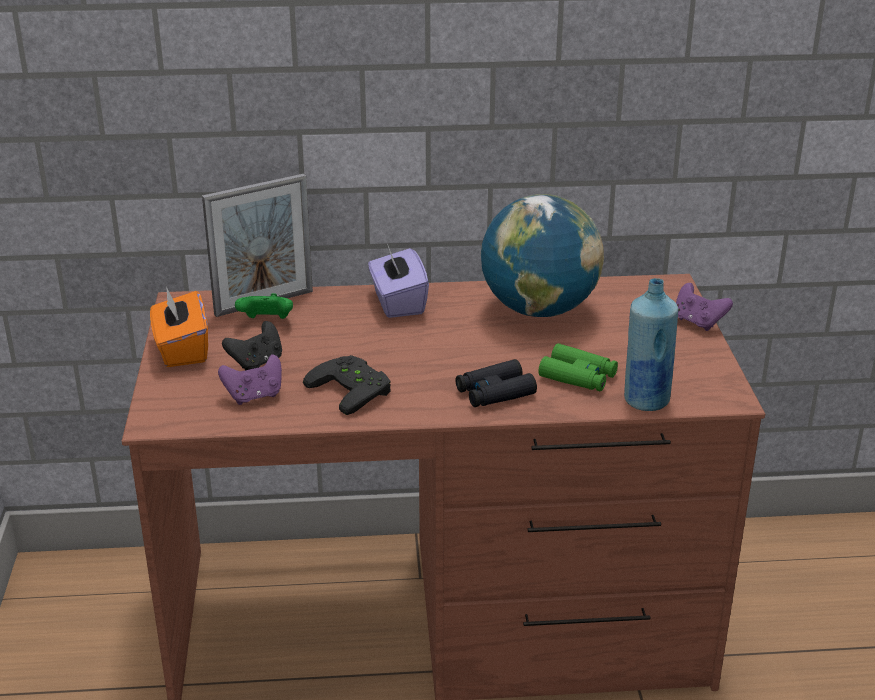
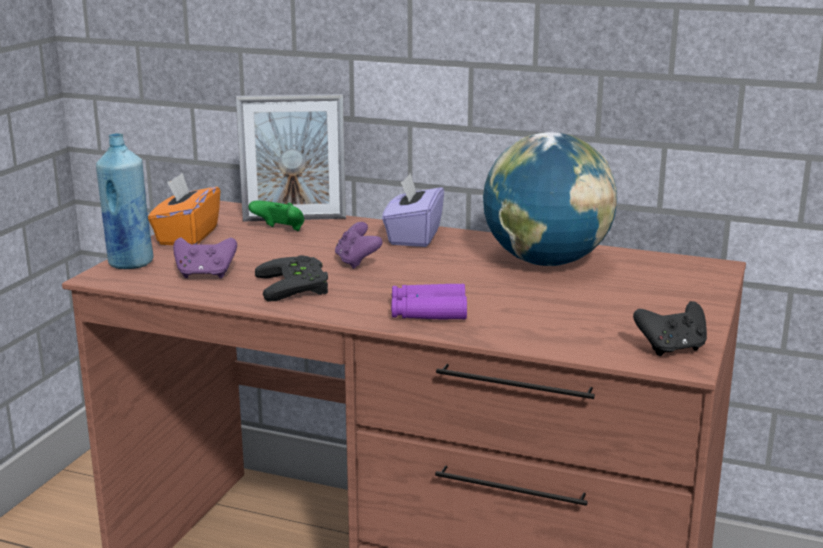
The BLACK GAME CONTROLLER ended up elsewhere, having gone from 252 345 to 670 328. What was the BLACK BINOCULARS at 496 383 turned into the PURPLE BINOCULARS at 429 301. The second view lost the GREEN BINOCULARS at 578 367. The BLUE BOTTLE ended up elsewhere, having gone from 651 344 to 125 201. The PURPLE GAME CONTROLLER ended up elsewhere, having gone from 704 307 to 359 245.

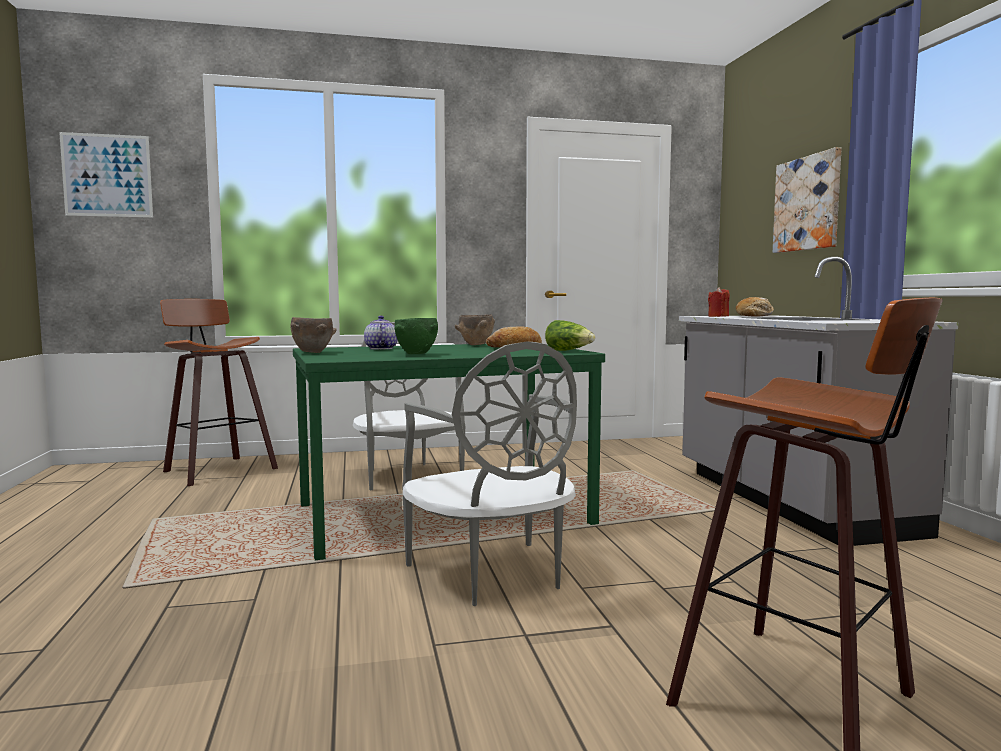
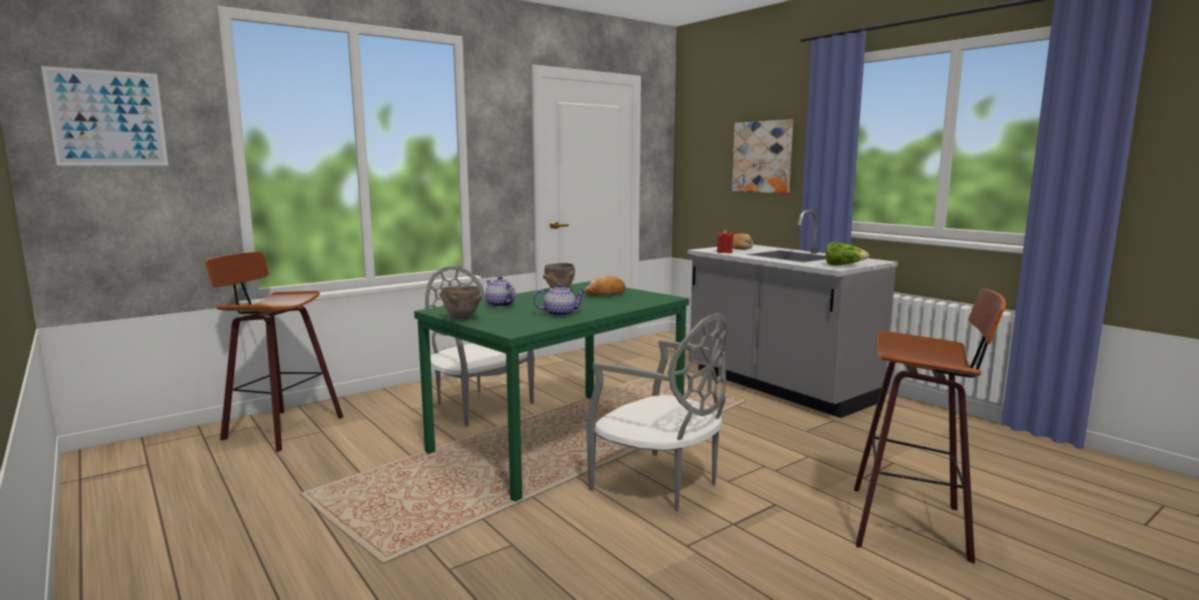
Where the GREEN BOWL stood at 416 336, the TEAPOT came to stand at 559 300. The LETTUCE ended up elsewhere, having gone from 570 335 to 847 253.

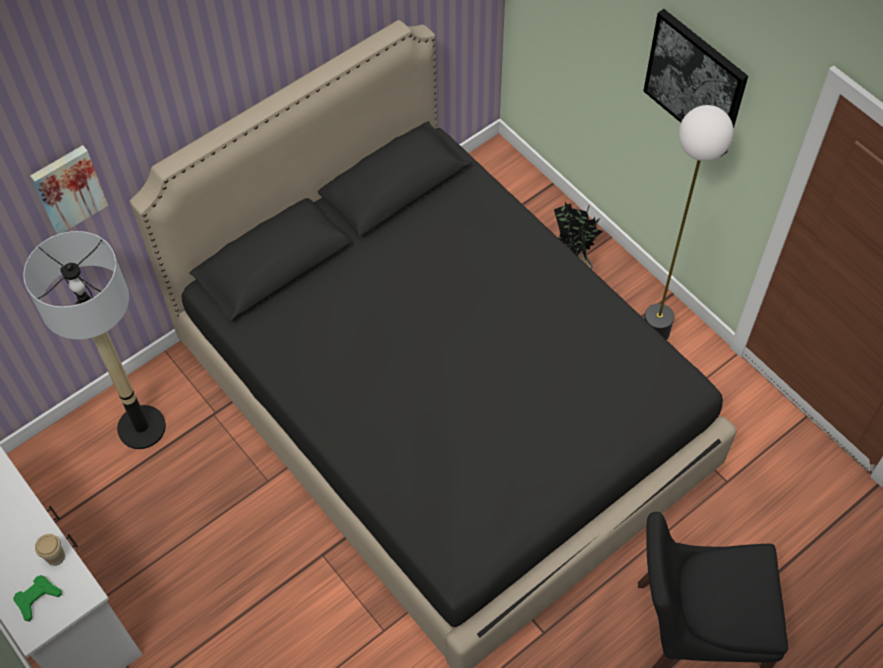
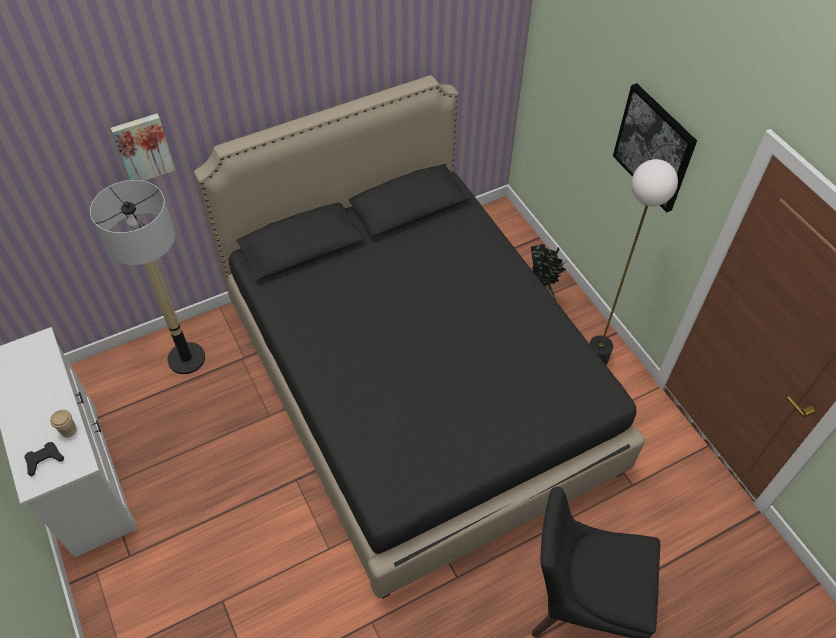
What was the GREEN GAME CONTROLLER at 37 598 turned into the BLACK GAME CONTROLLER at 44 459.

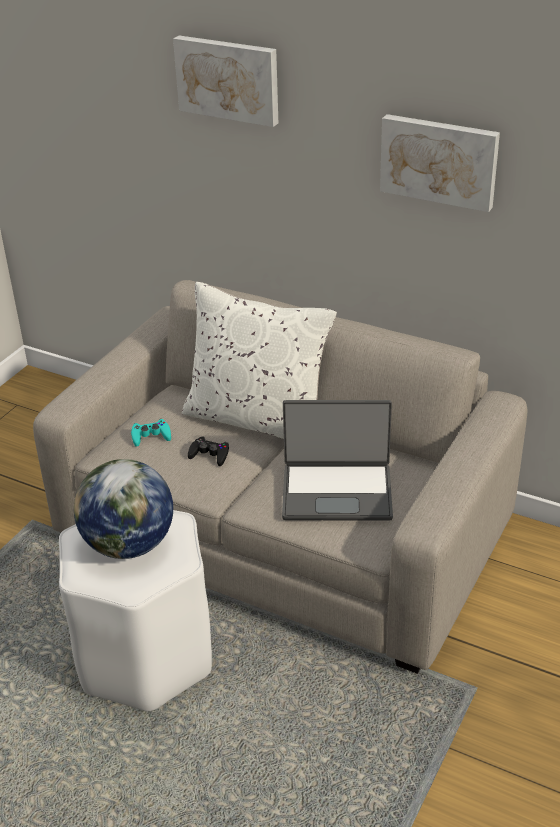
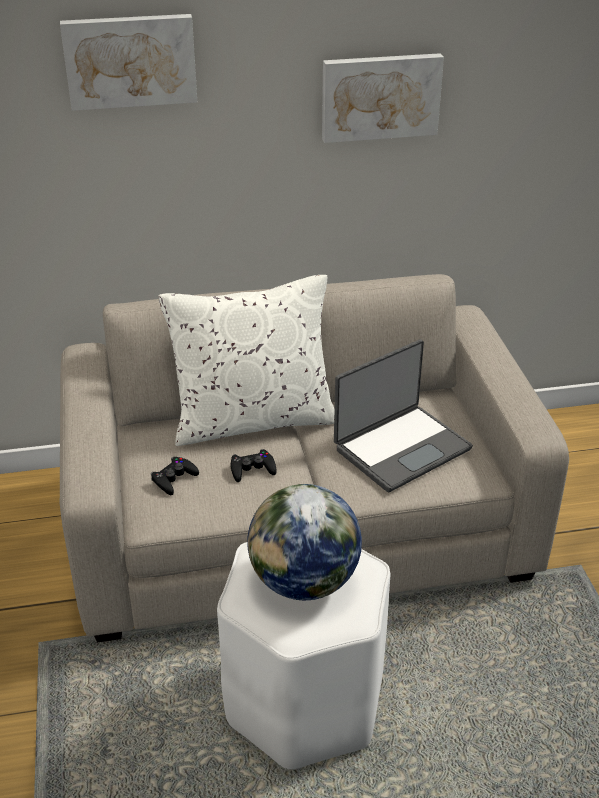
What was the TURQUOISE GAME CONTROLLER at 151 433 turned into the BLACK GAME CONTROLLER at 175 476.

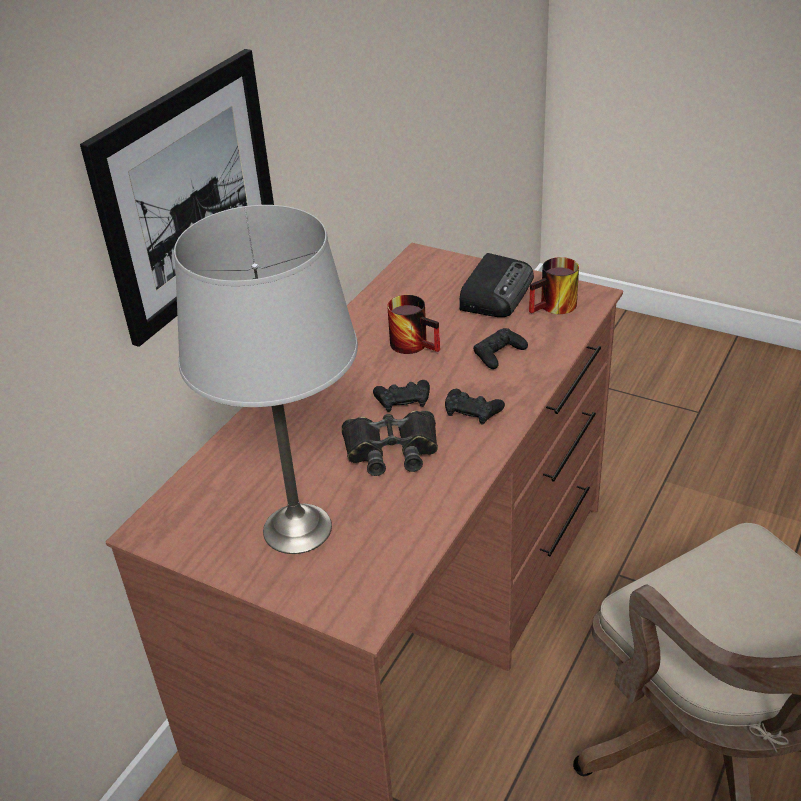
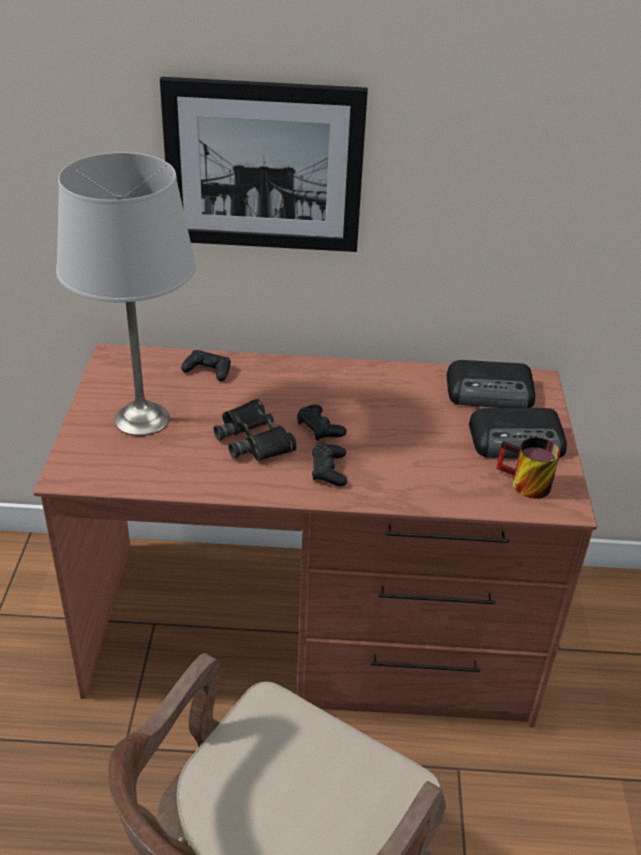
The second view lost the MUG at 413 324. The BLACK GAME CONTROLLER ended up elsewhere, having gone from 500 348 to 206 365. The second view gained the RADIO at 490 384.

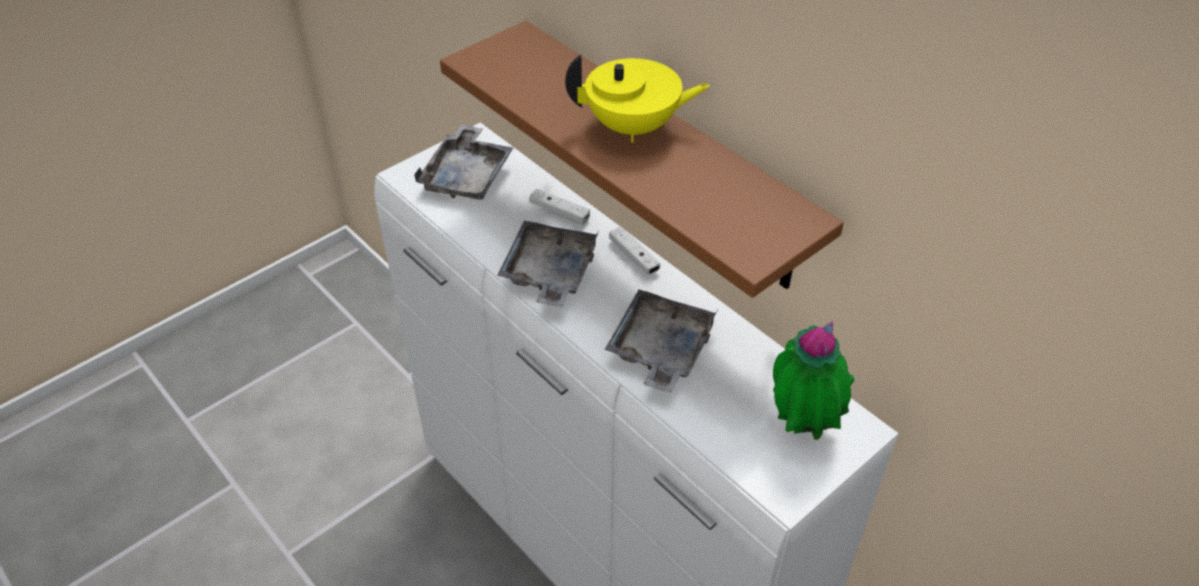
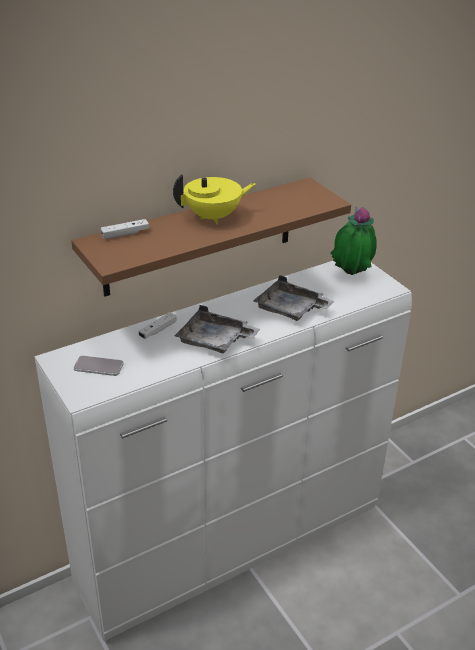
Where the GREY TRAY stood at 463 162, the PHONE came to stand at 98 365. The YELLOW TEAPOT at 637 98 ended up facing another way, 60 degrees clockwise from before. The WHITE GAME CONTROLLER ended up elsewhere, having gone from 634 251 to 124 229.

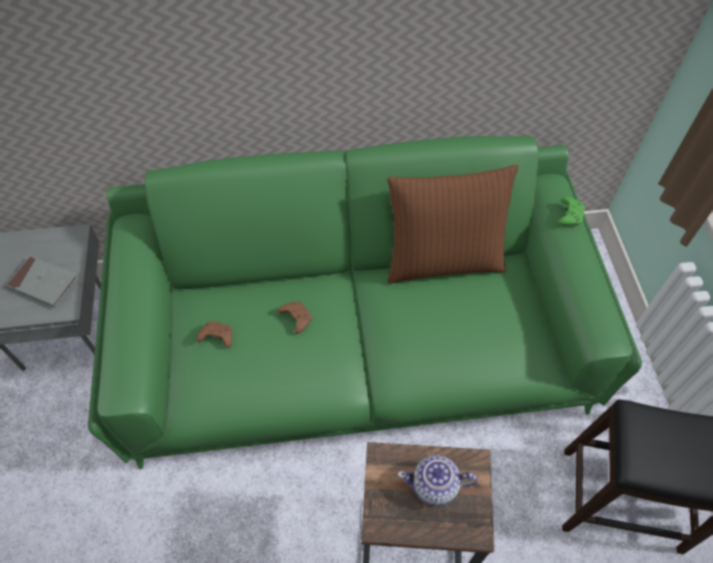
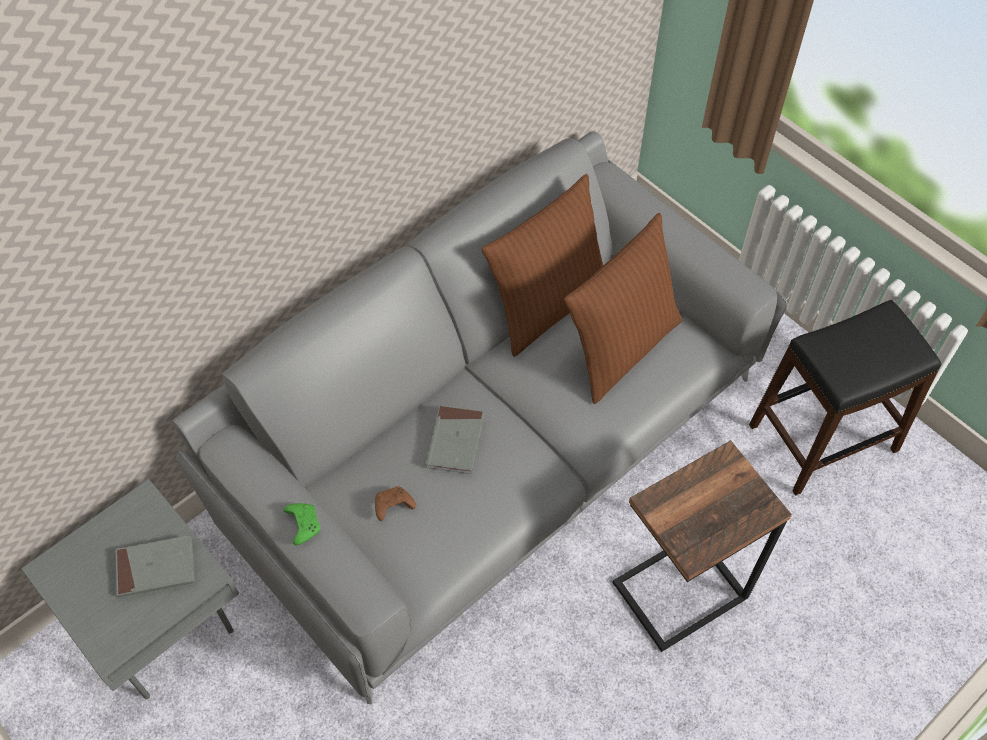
What was the GREEN SOFA at 365 302 turned into the GREY SOFA at 480 417. Where the BROWN GAME CONTROLLER stood at 295 318, the GREY BOOK came to stand at 455 439. The second view lost the TEAPOT at 437 480. The GREEN GAME CONTROLLER ended up elsewhere, having gone from 571 211 to 302 524. The second view gained the BROWN PILLOW at 623 308.

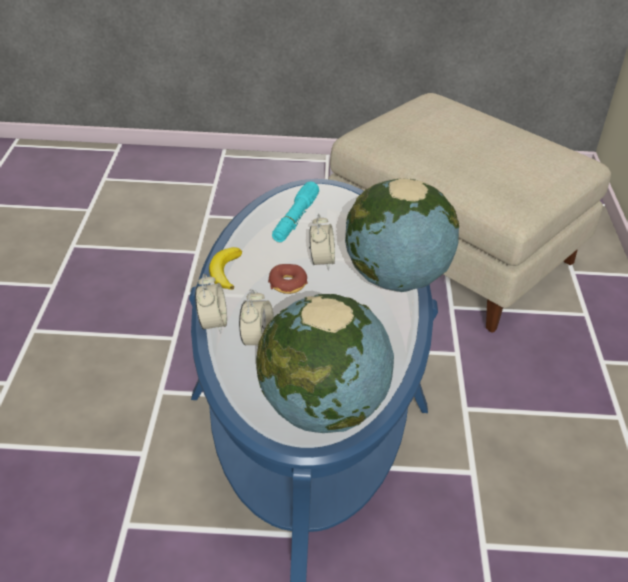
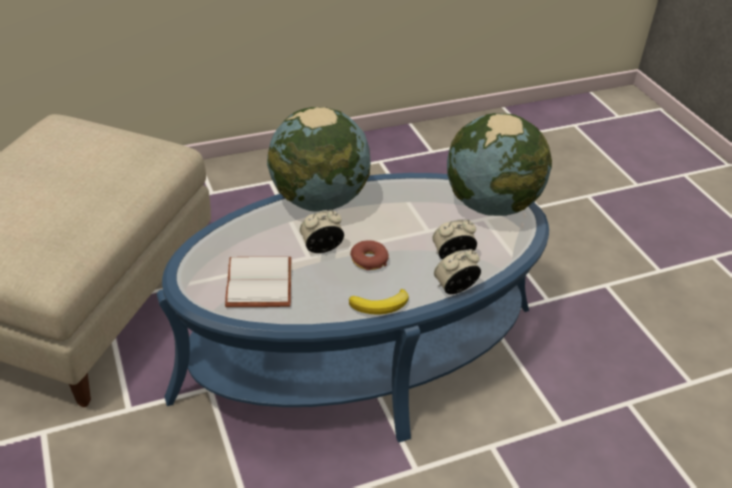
Where the TURQUOISE FLASHLIGHT stood at 295 211, the WHITE BOOK came to stand at 258 282.

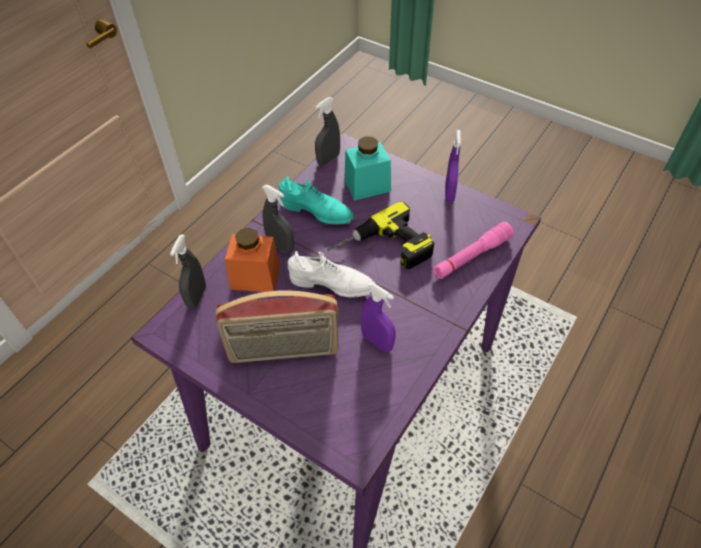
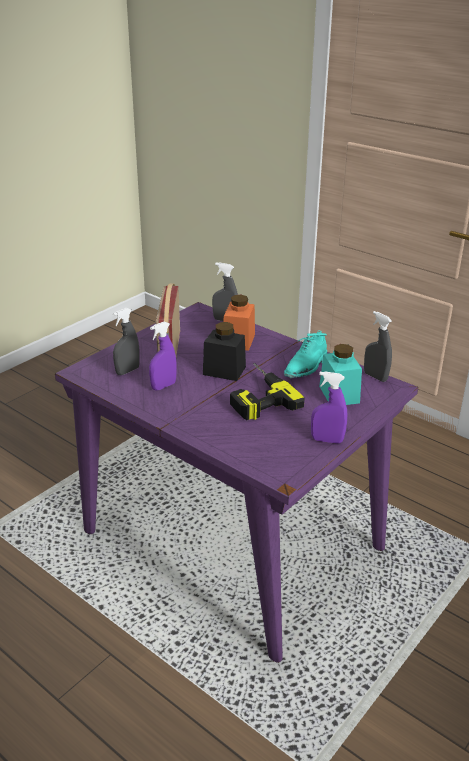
The GREY SPRAY BOTTLE ended up elsewhere, having gone from 278 219 to 126 341. Where the WHITE SHOE stood at 331 274, the BLACK JAR came to stand at 224 351. The second view lost the PINK FLASHLIGHT at 473 250.

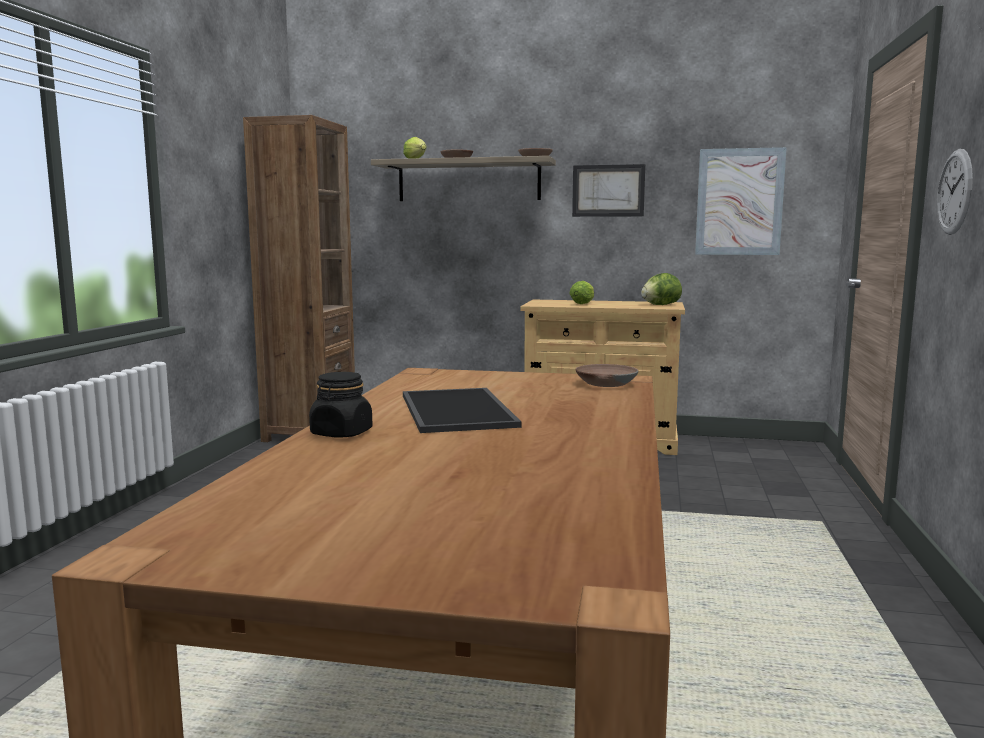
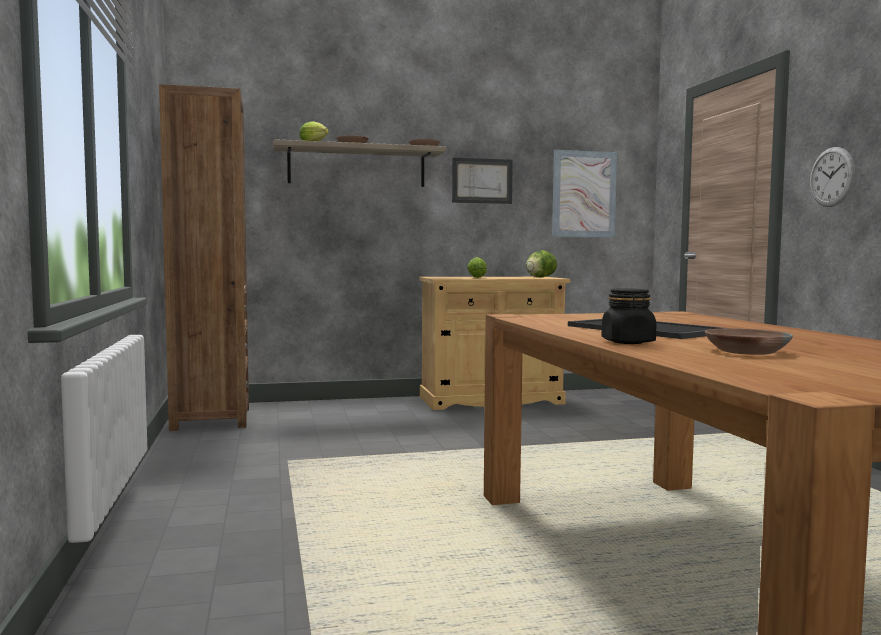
The BROWN BOWL ended up elsewhere, having gone from 607 375 to 749 341.

